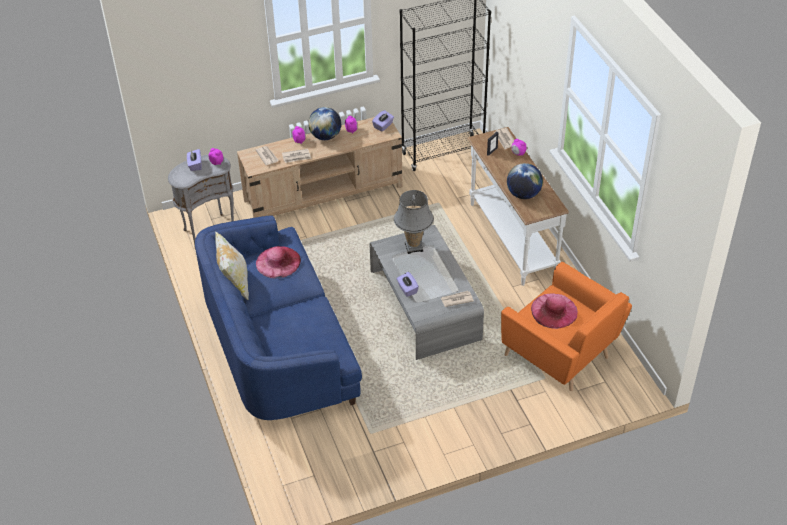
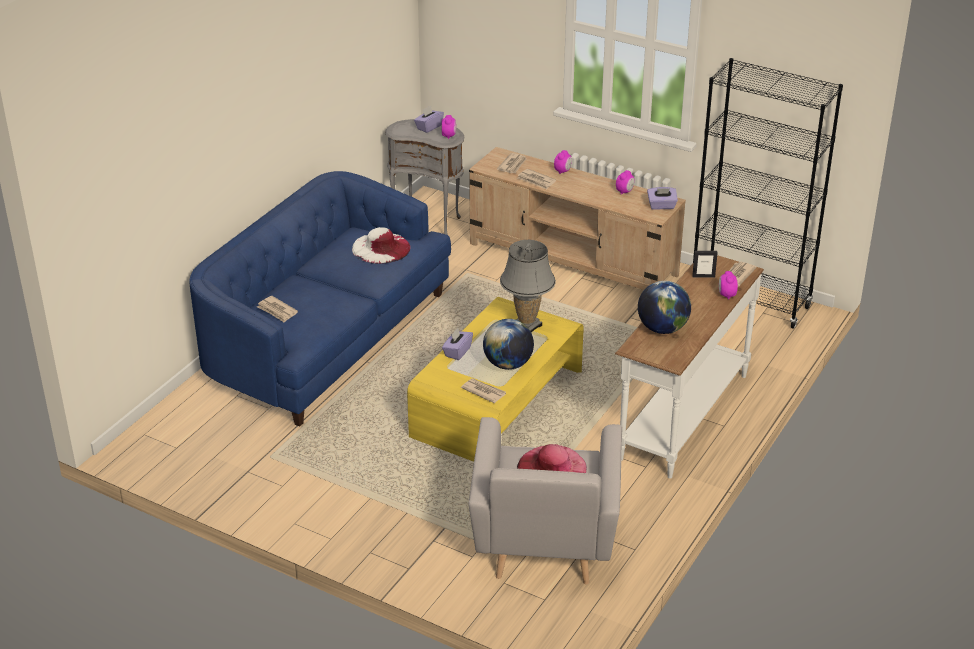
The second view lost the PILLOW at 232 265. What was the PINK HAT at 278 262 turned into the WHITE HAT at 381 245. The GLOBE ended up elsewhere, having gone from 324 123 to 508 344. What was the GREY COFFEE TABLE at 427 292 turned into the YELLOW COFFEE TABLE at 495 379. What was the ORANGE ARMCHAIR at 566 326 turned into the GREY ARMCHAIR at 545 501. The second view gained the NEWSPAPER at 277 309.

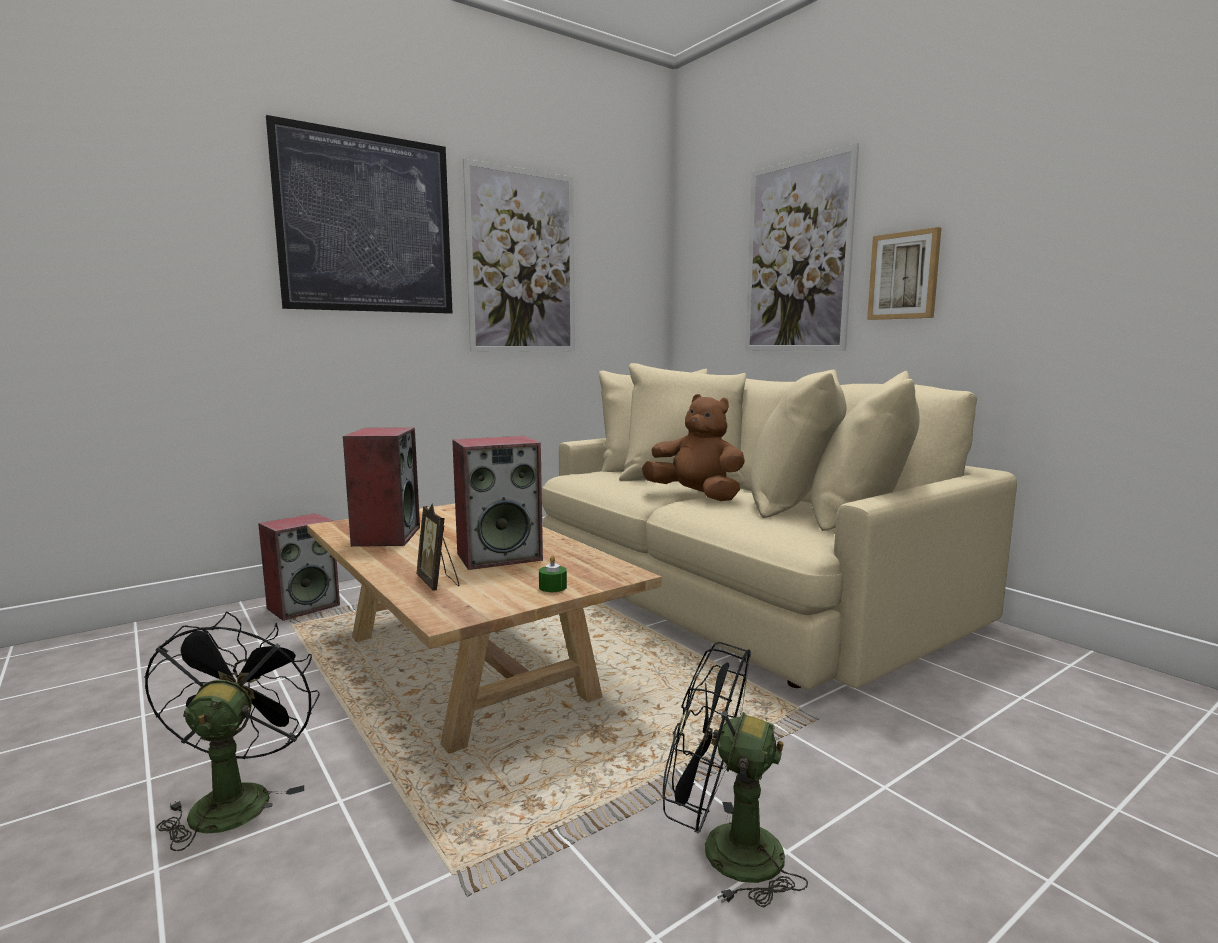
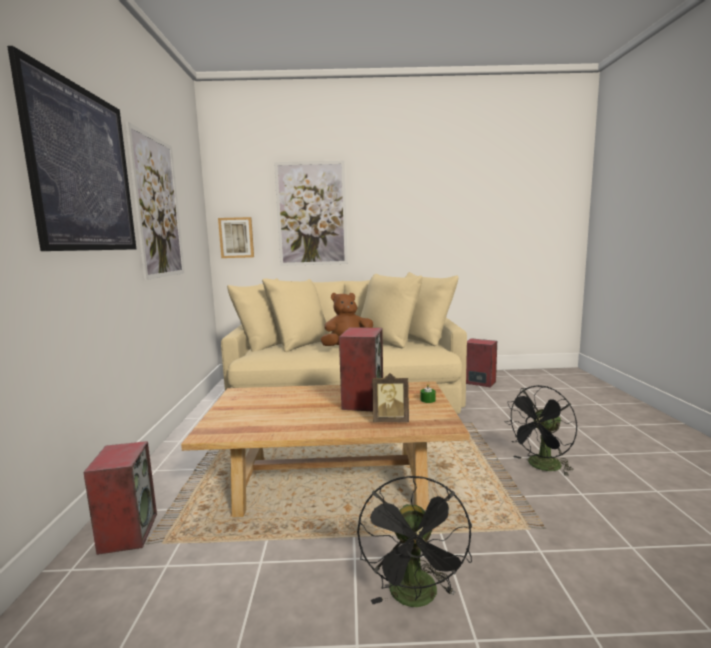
The BLACK FAN at 231 731 ended up facing another way, 120 degrees counterclockwise from before. The SPEAKER ended up elsewhere, having gone from 381 487 to 481 362. The PICTURE ended up elsewhere, having gone from 904 273 to 236 237.

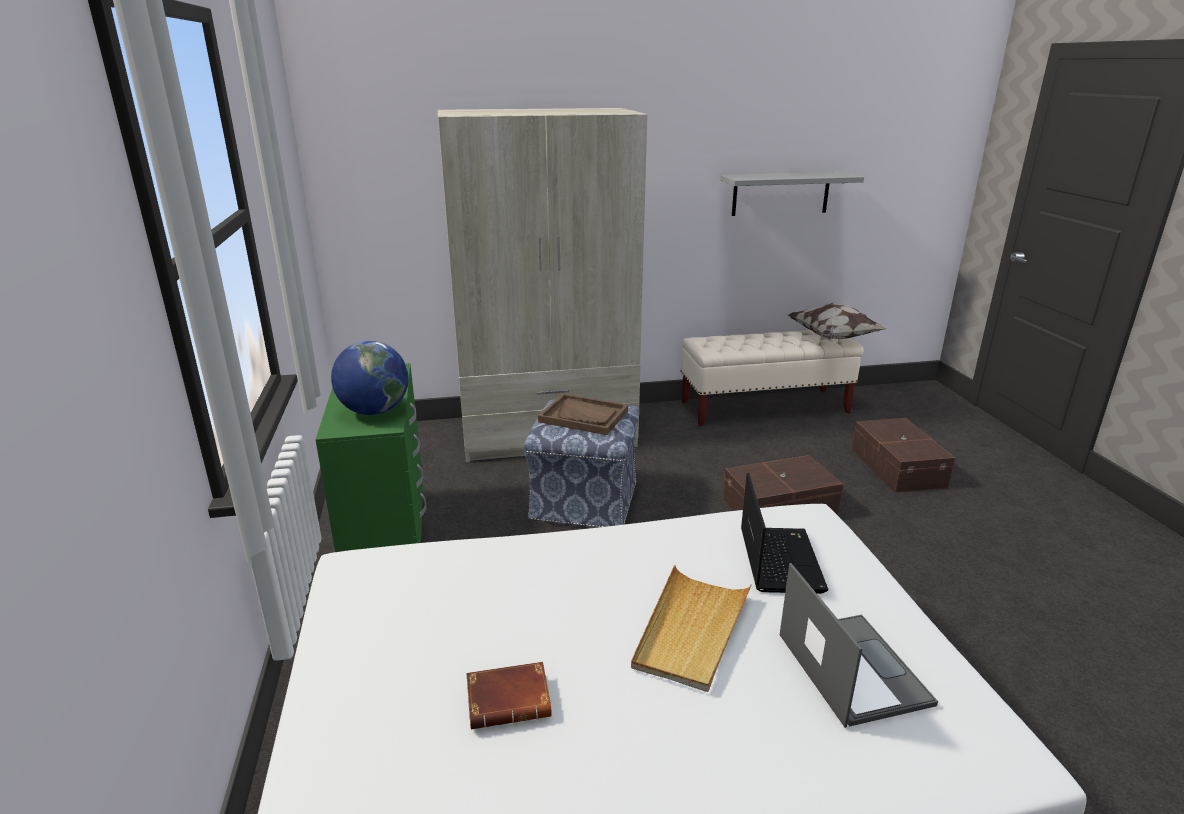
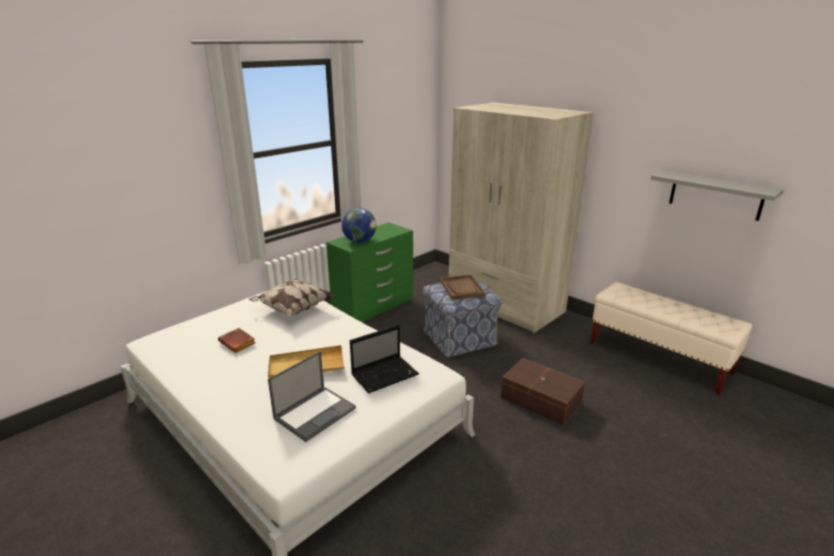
The PILLOW ended up elsewhere, having gone from 837 321 to 291 297. The second view lost the BROWN STORAGE BOX at 903 455.

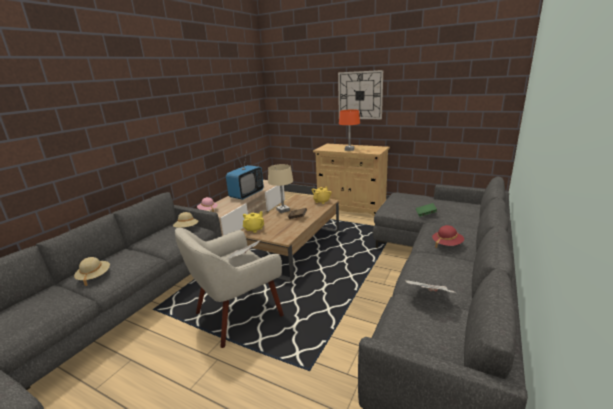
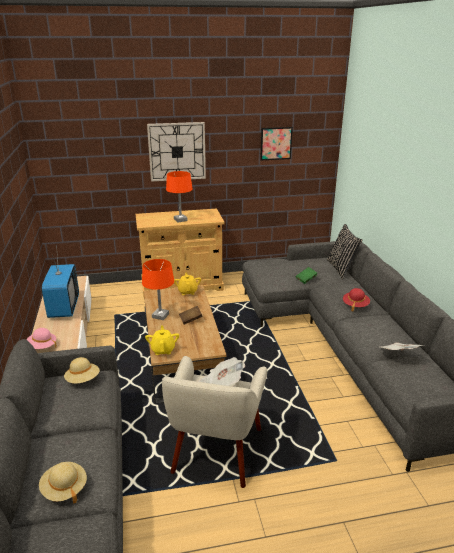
What was the BEIGE TABLE LAMP at 280 188 turned into the ORANGE TABLE LAMP at 158 289. The second view gained the PICTURE at 276 143. The second view gained the BLACK PILLOW at 345 251.

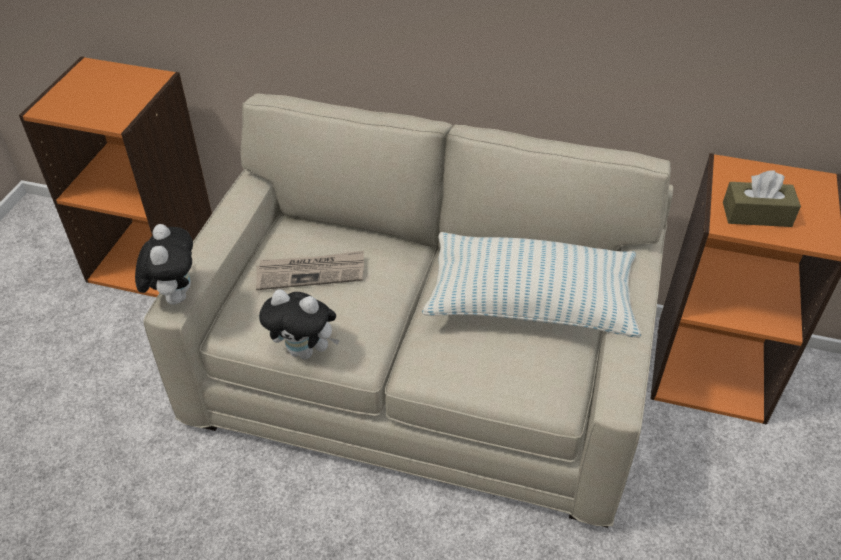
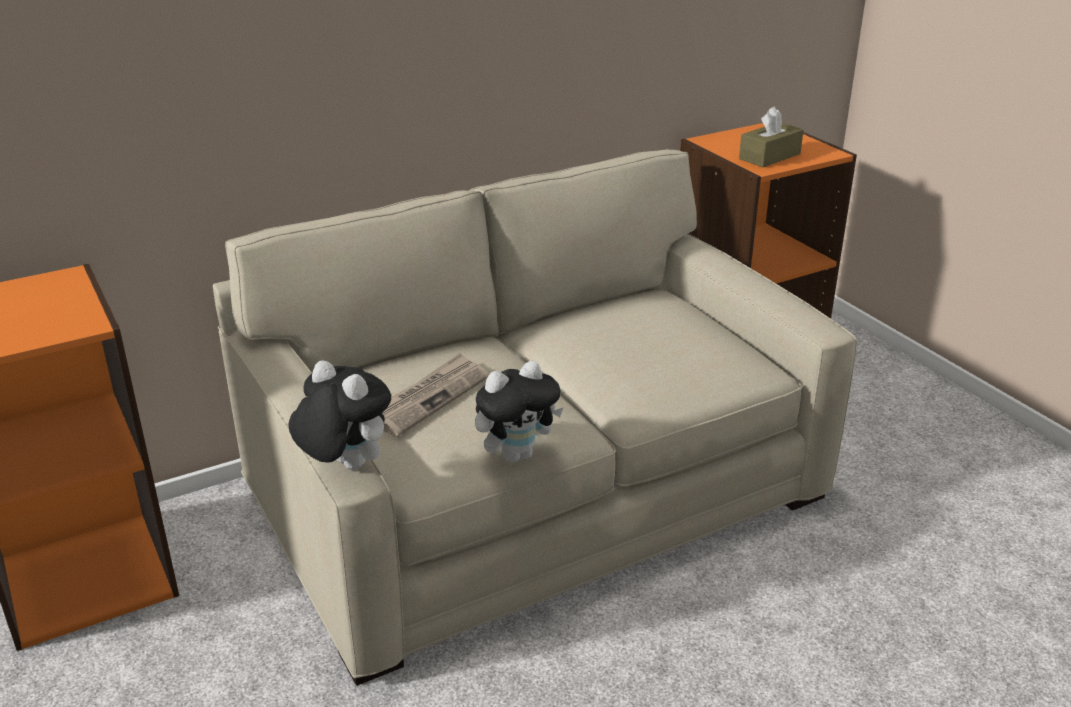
The second view lost the PILLOW at 531 285.

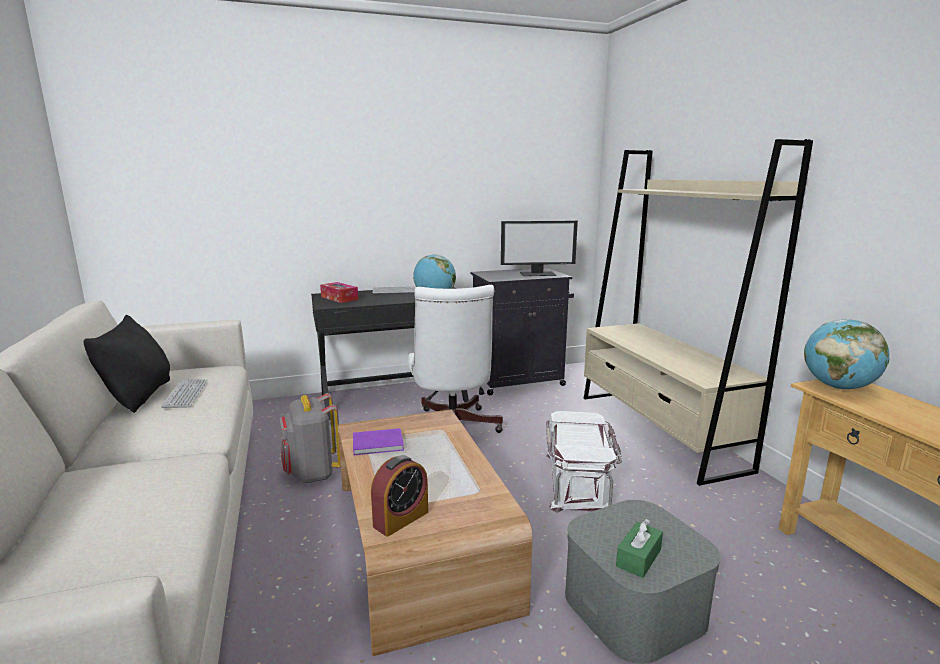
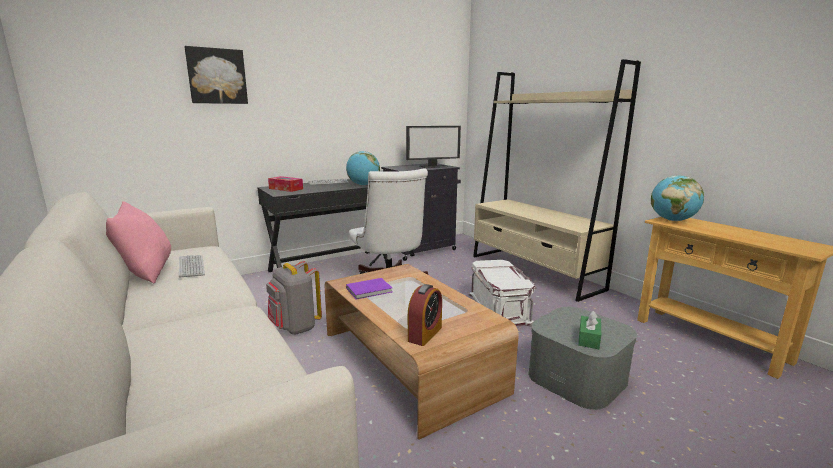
What was the BLACK PILLOW at 127 364 turned into the PINK PILLOW at 138 242. The second view gained the PICTURE at 216 75.

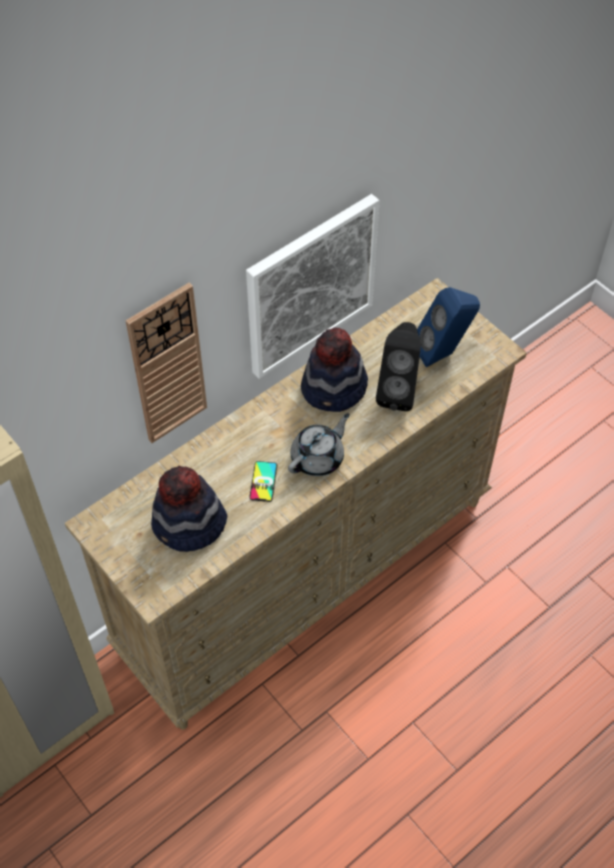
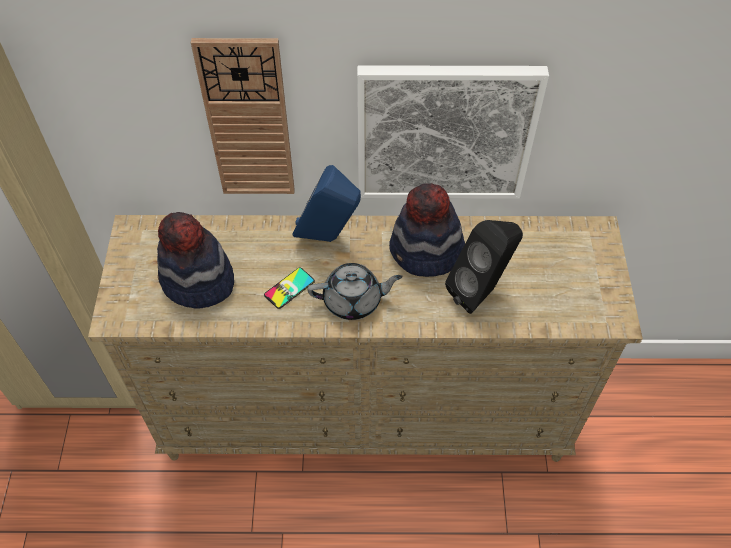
The BLUE SPEAKER ended up elsewhere, having gone from 448 327 to 326 203.

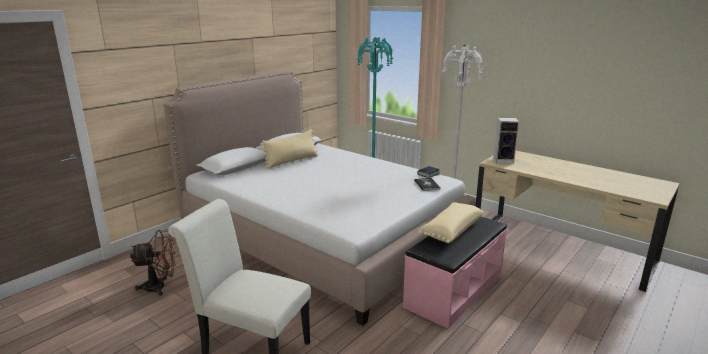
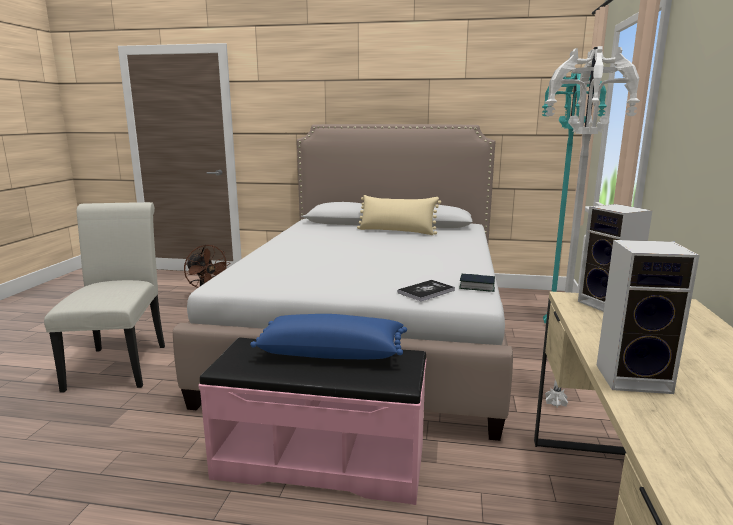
What was the BEIGE PILLOW at 451 222 turned into the BLUE PILLOW at 328 336. The second view gained the SPEAKER at 648 317.

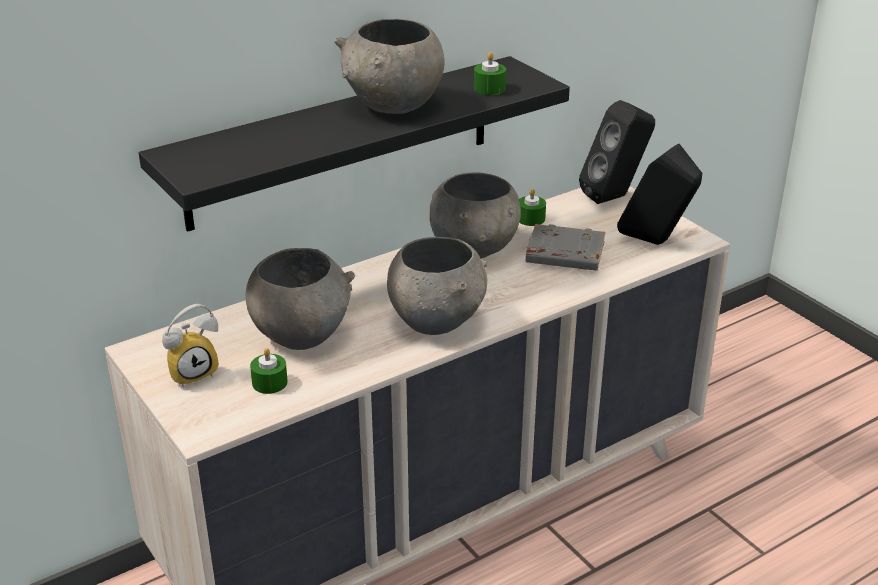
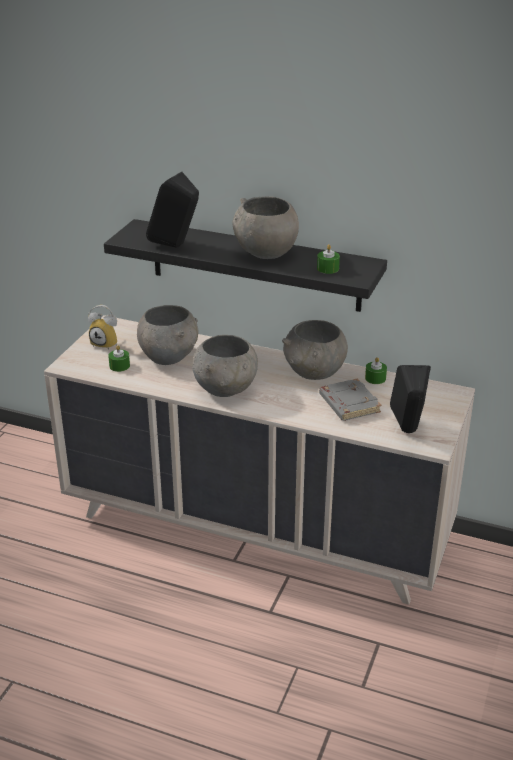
The BLACK SPEAKER ended up elsewhere, having gone from 617 152 to 172 210.

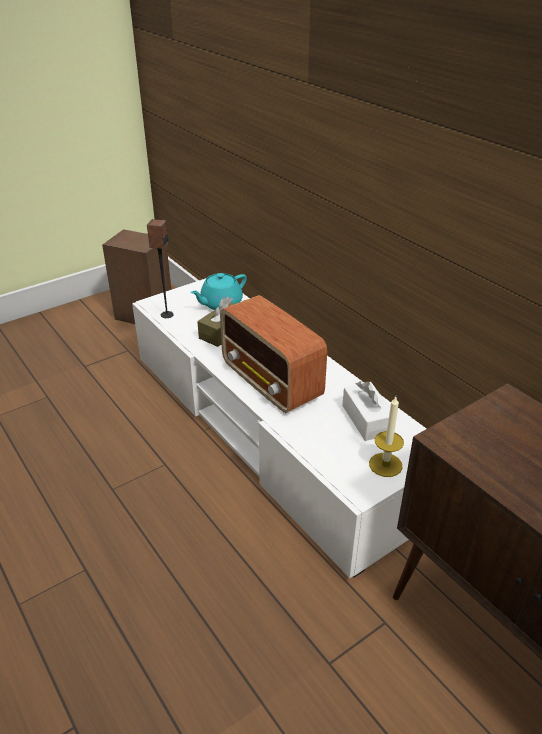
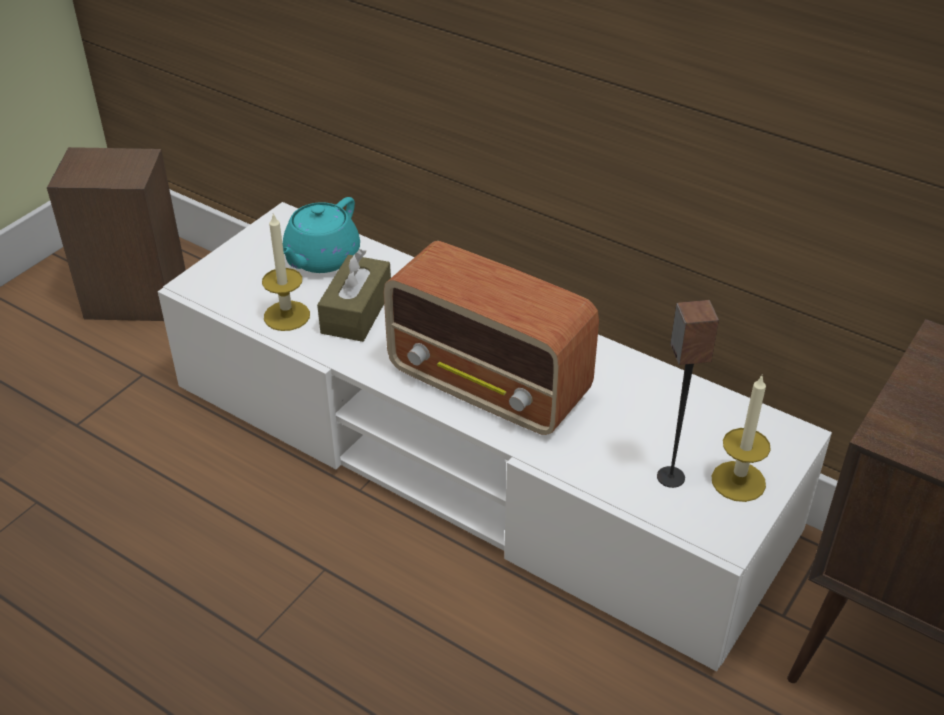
The SPEAKER ended up elsewhere, having gone from 160 268 to 688 394. The second view lost the WHITE TISSUE BOX at 366 411. The second view gained the CANDLE at 286 272.

